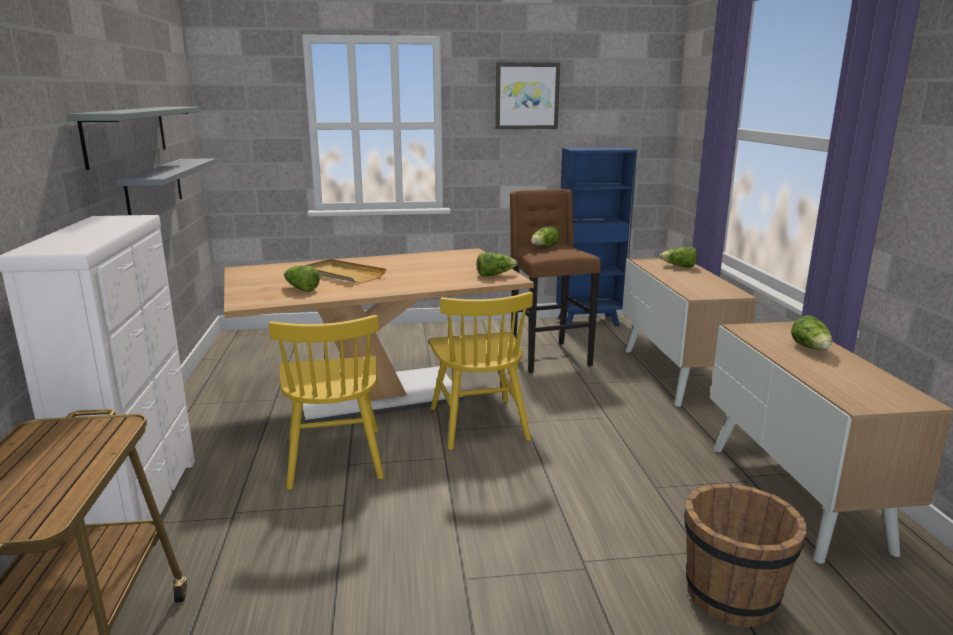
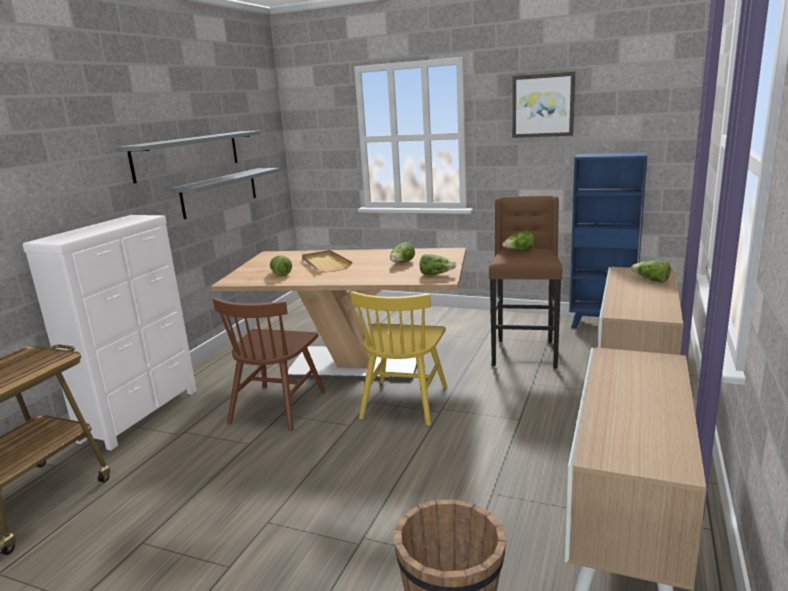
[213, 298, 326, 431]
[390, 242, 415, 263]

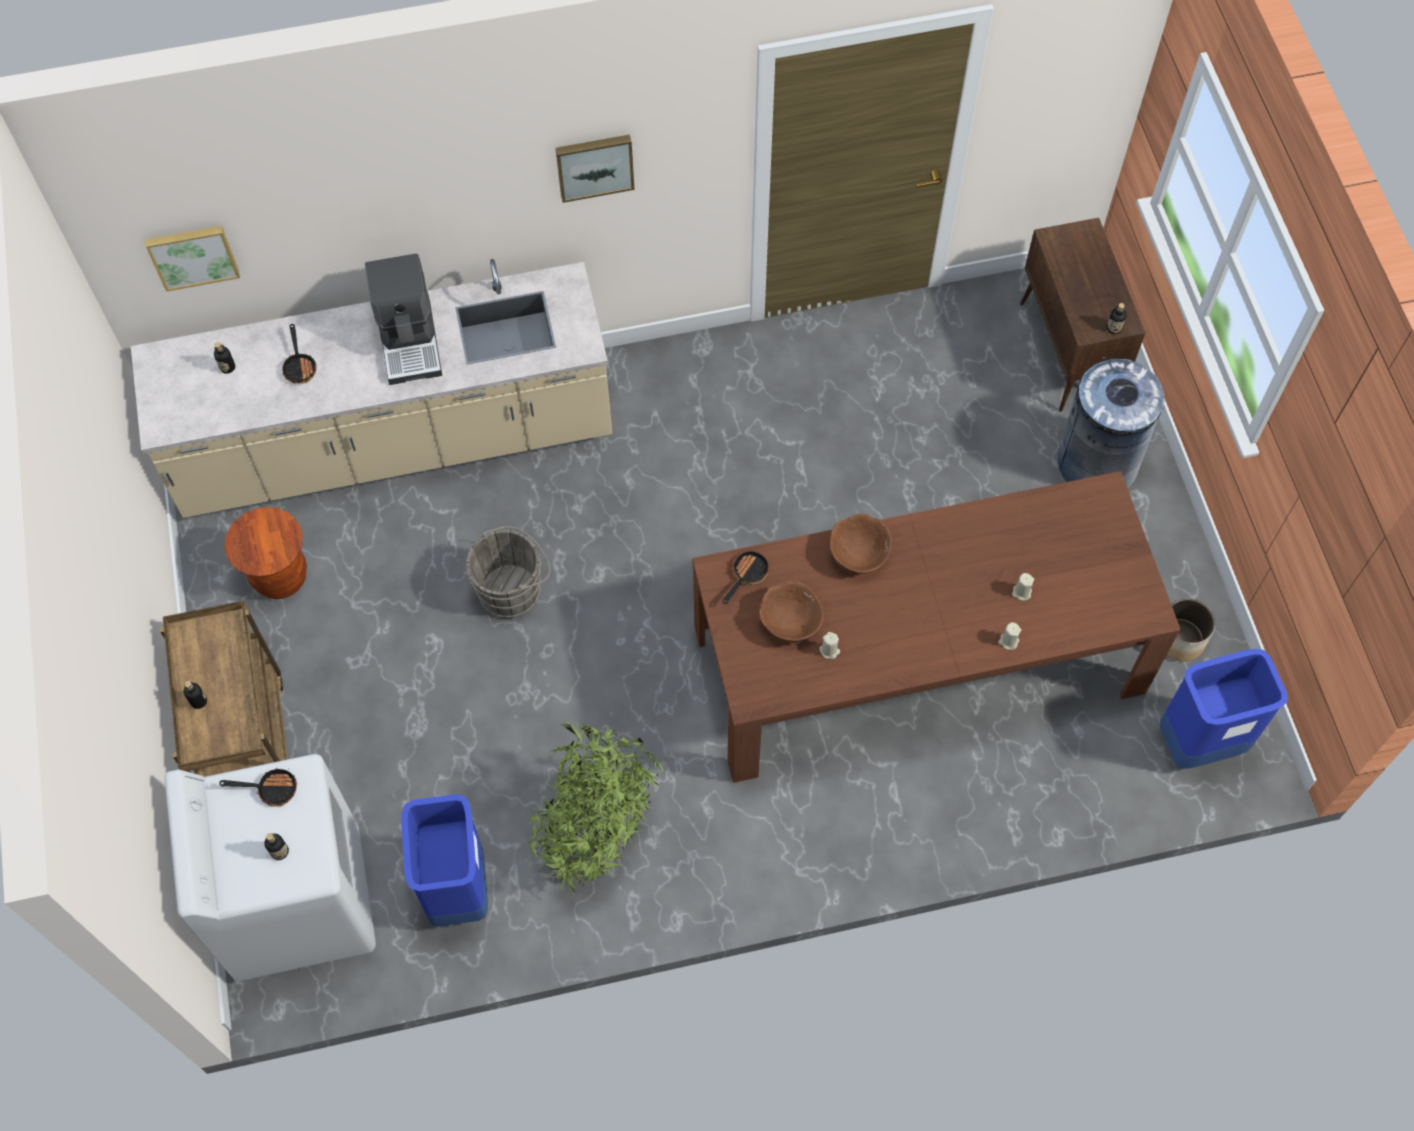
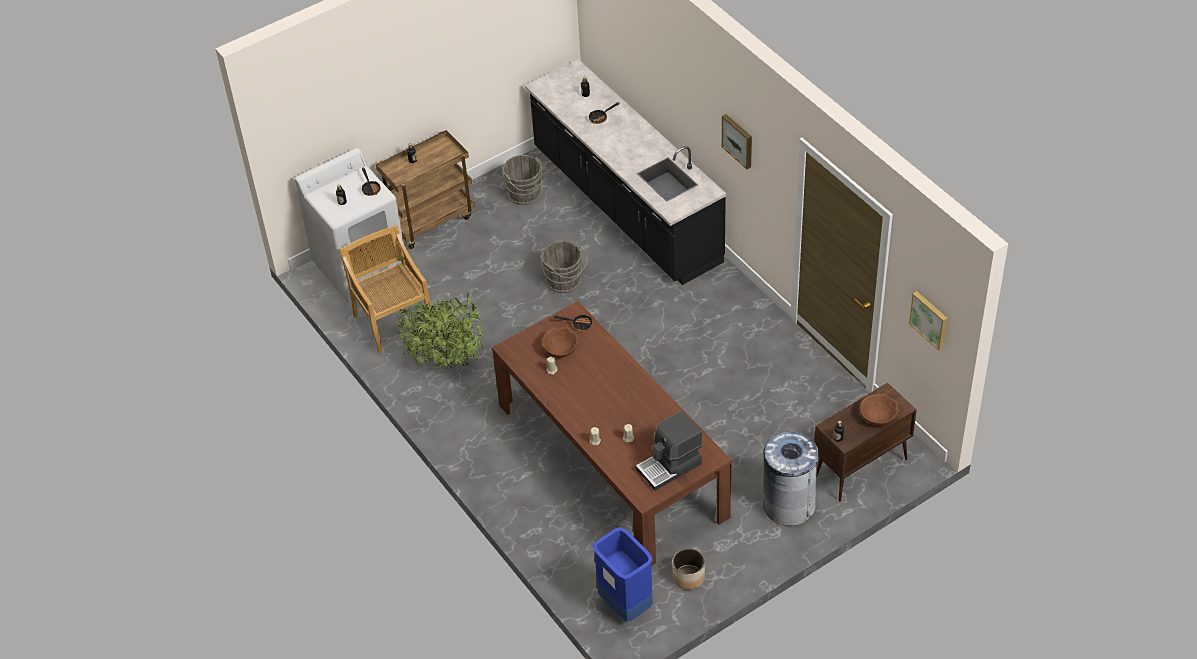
[909, 291, 948, 351]
[636, 411, 702, 491]
[525, 60, 726, 285]
[503, 155, 547, 205]
[860, 394, 898, 426]
[339, 225, 431, 354]

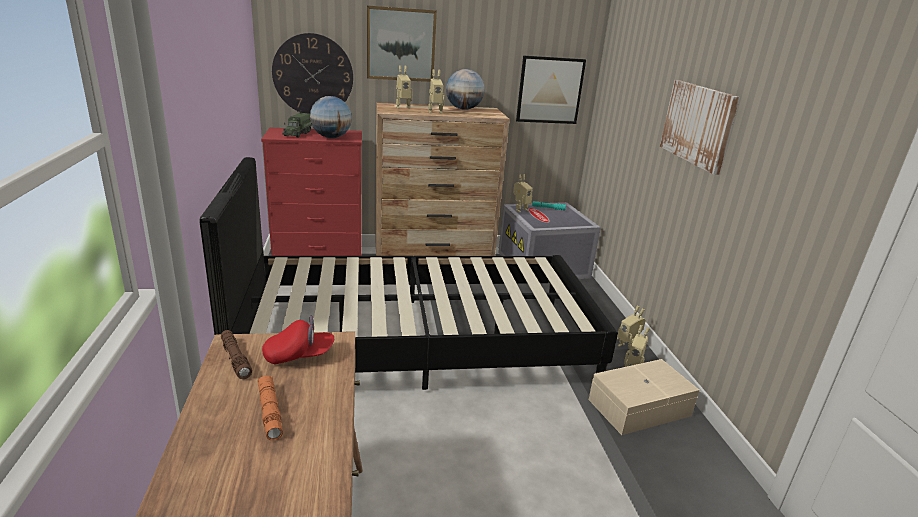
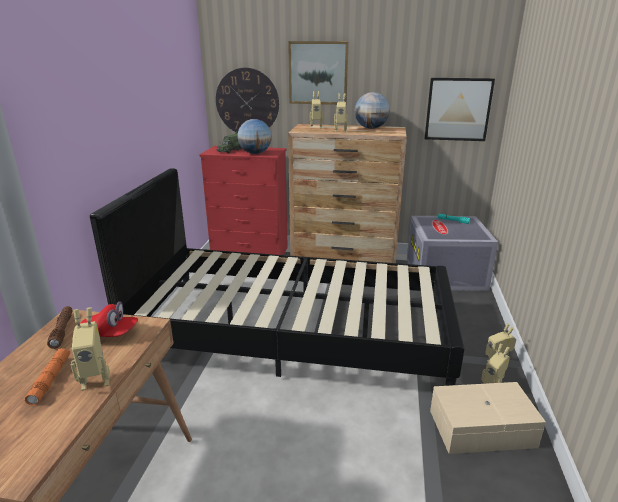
[660, 80, 740, 175] (first image)
[70, 308, 110, 391]

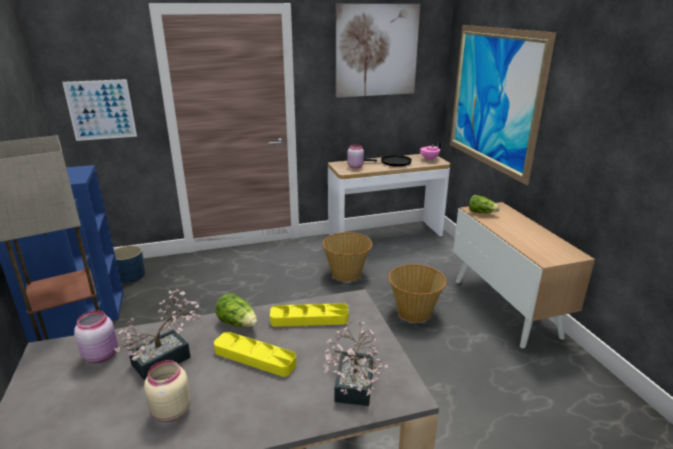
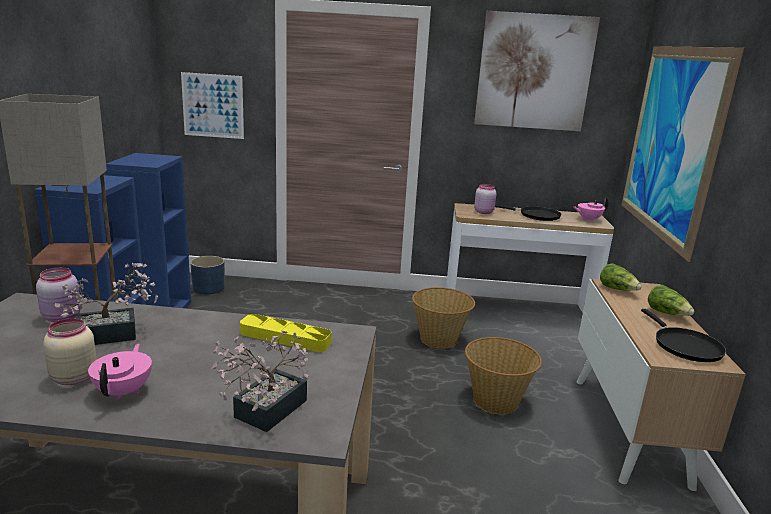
[648, 285, 695, 316]
[214, 332, 297, 377] (first image)
[641, 309, 726, 362]
[88, 344, 152, 400]

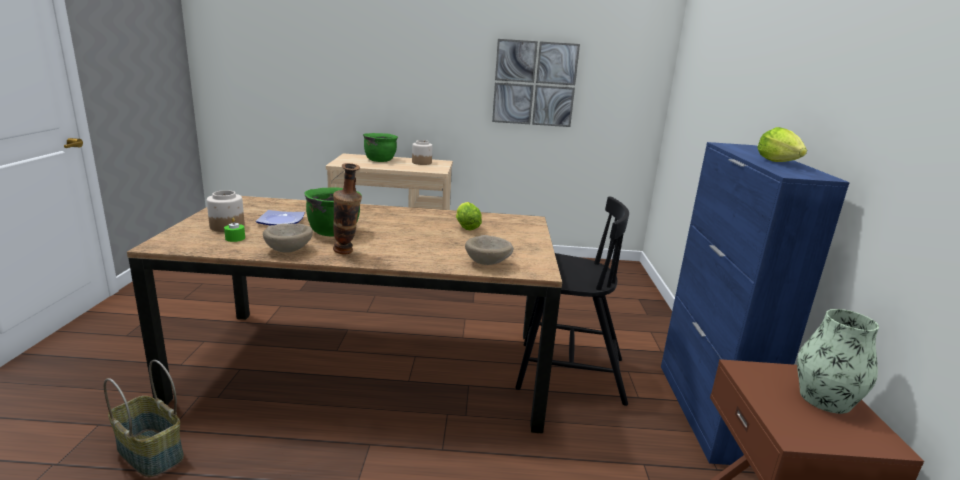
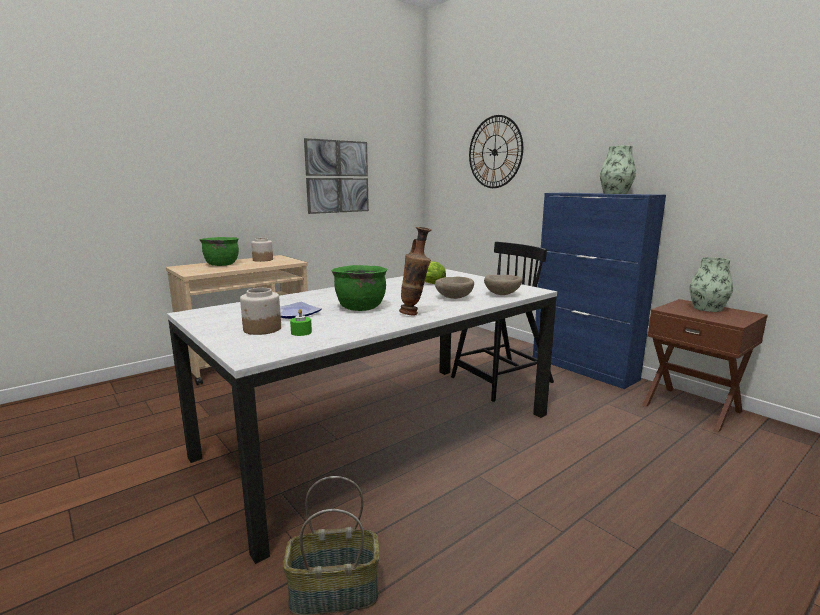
[600, 146, 636, 194]
[167, 269, 557, 564]
[435, 277, 474, 299]
[469, 115, 523, 188]

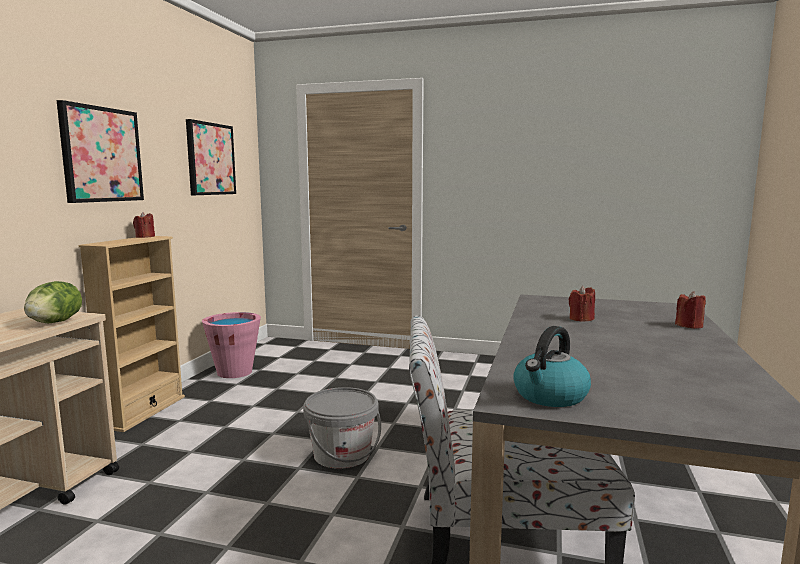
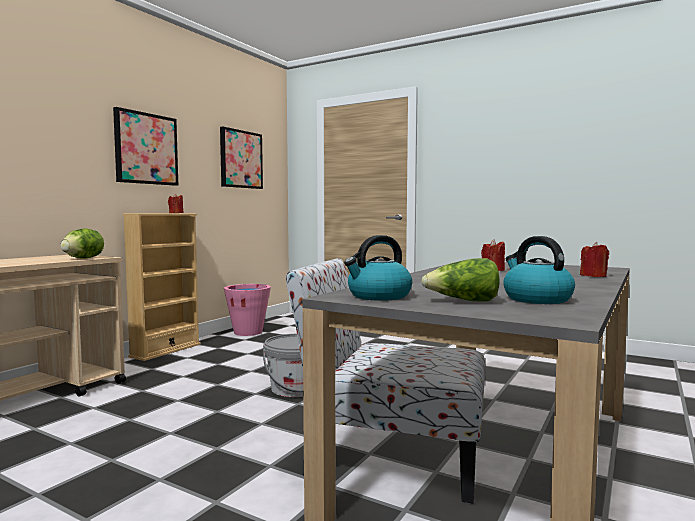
[503, 236, 575, 304]
[421, 258, 499, 302]

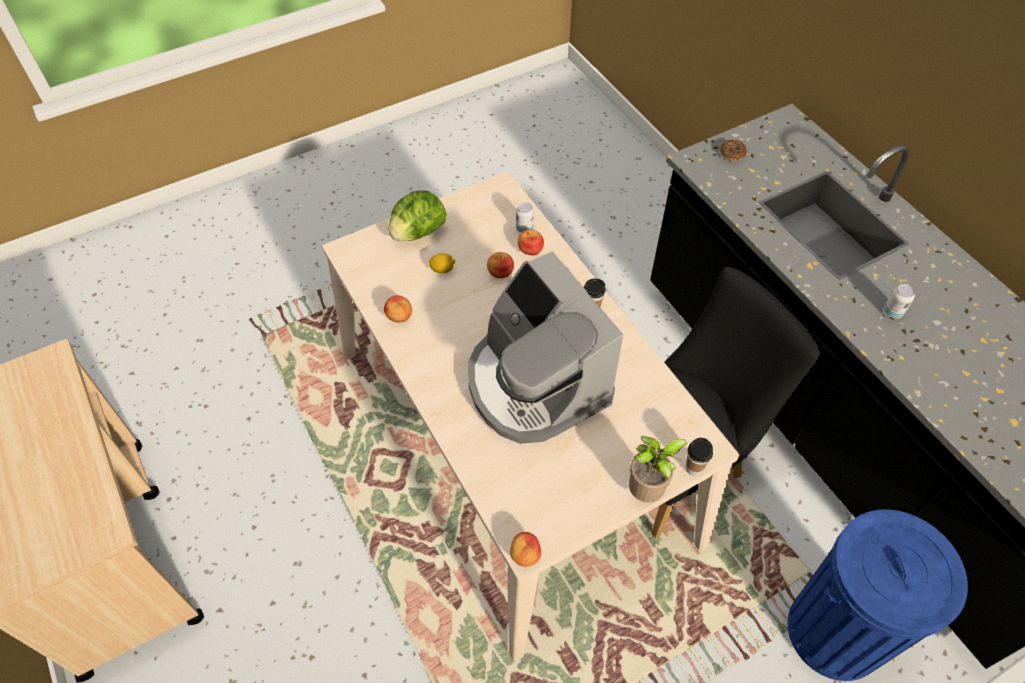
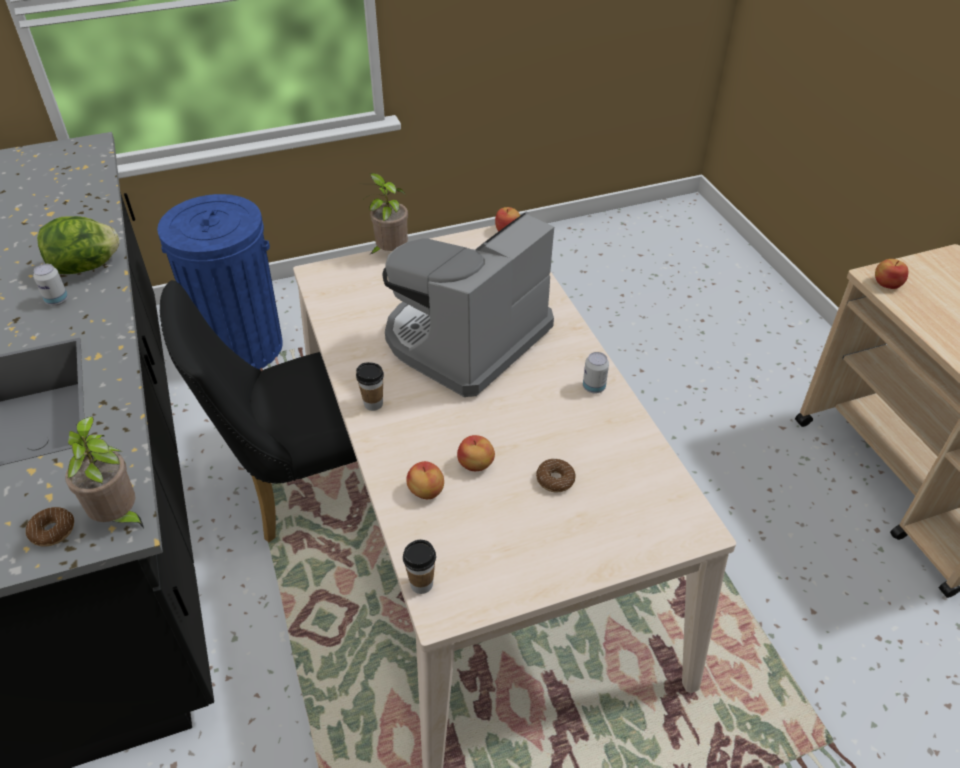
[37, 216, 120, 274]
[583, 352, 609, 393]
[382, 212, 554, 397]
[536, 459, 576, 492]
[875, 259, 908, 289]
[403, 540, 436, 594]
[65, 417, 144, 528]

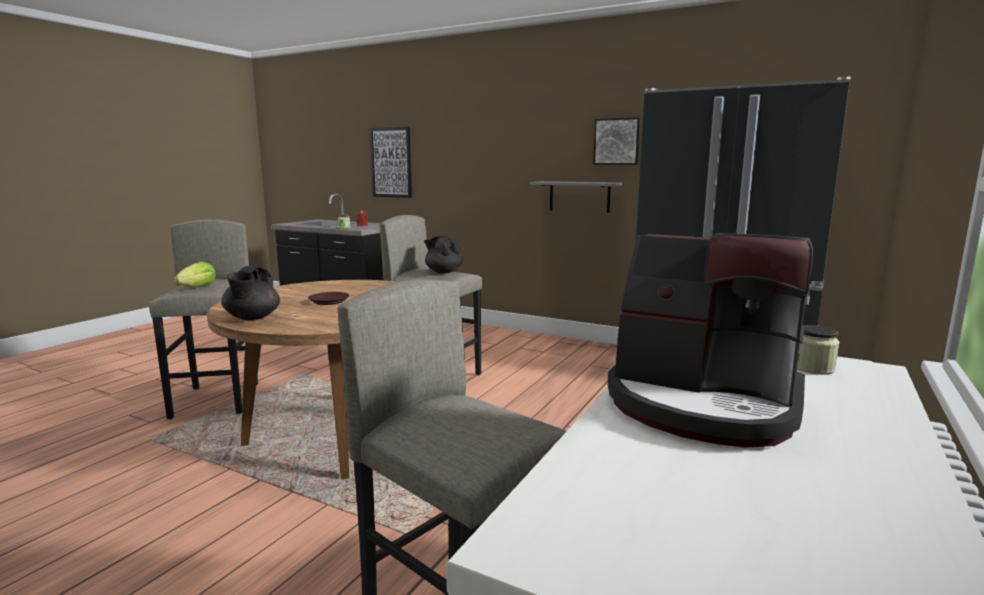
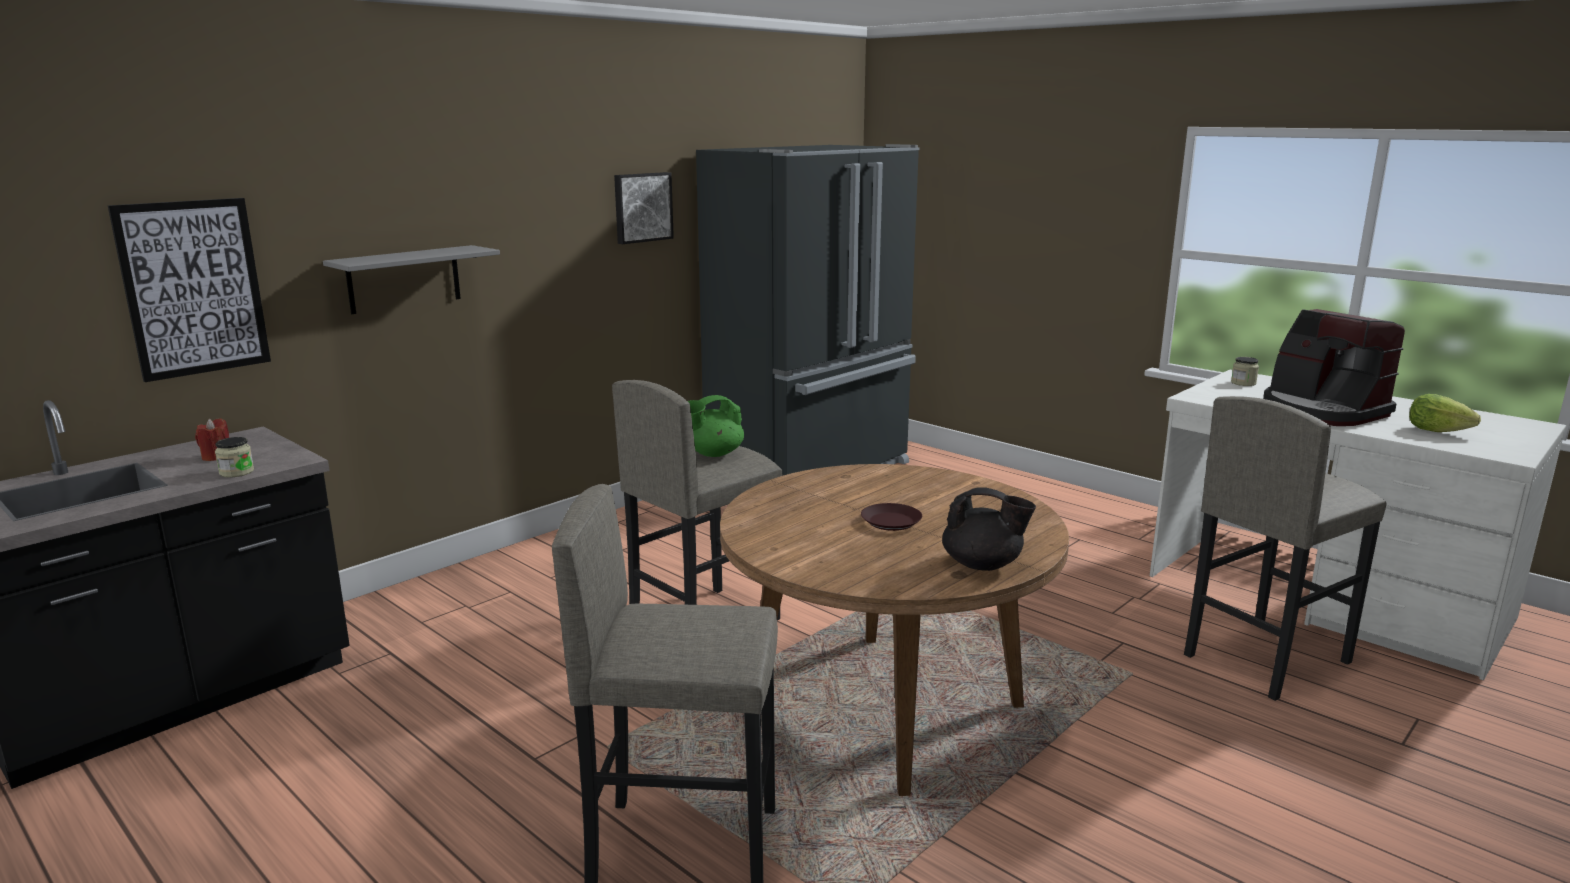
[323, 245, 500, 314]
[1263, 309, 1405, 426]
[688, 395, 744, 457]
[1409, 394, 1481, 432]

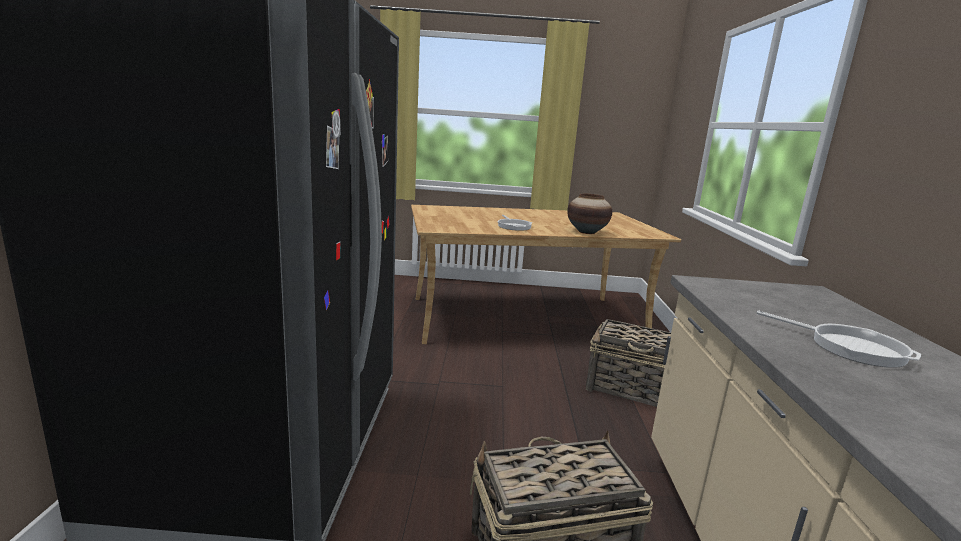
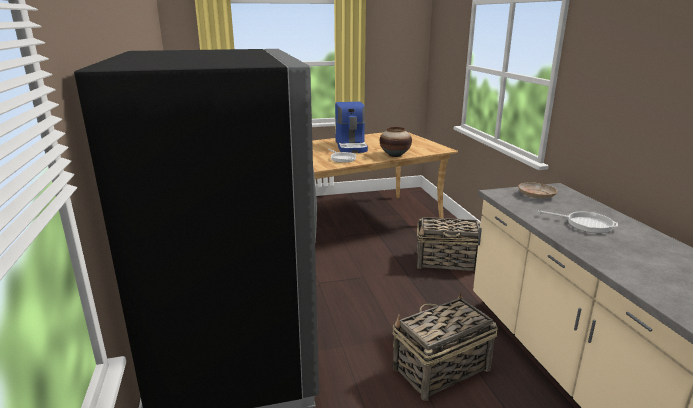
[335, 102, 368, 153]
[518, 182, 557, 198]

